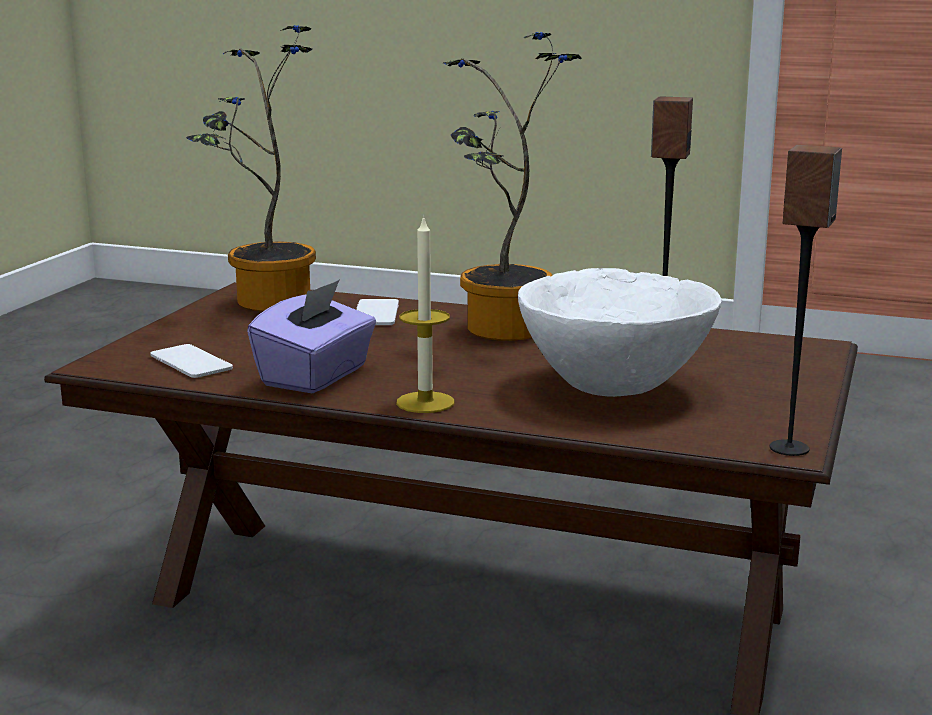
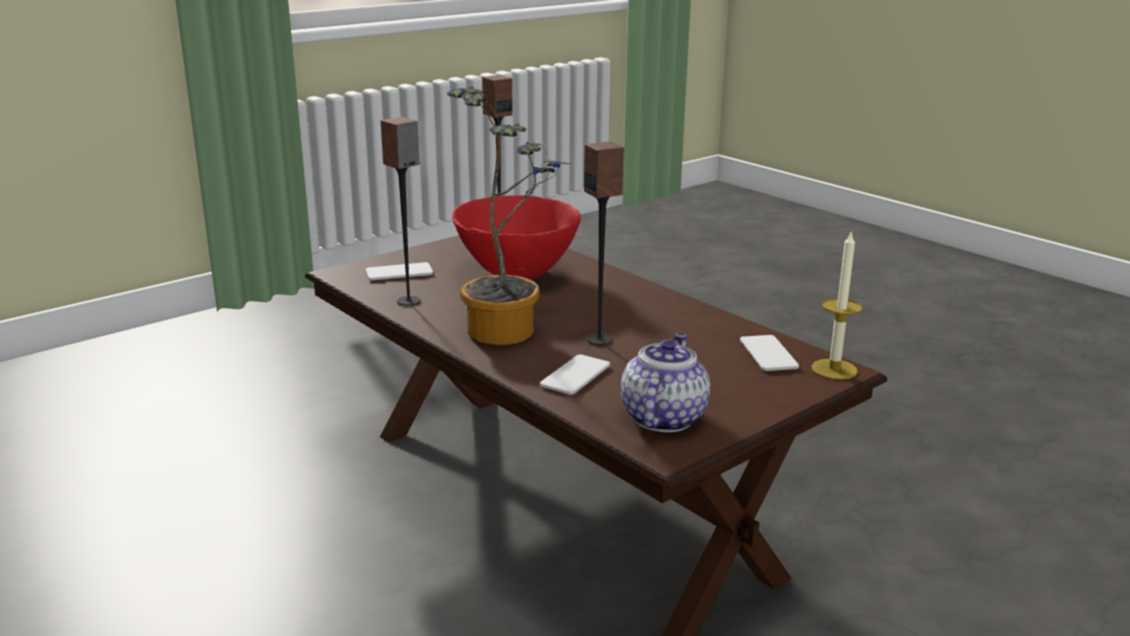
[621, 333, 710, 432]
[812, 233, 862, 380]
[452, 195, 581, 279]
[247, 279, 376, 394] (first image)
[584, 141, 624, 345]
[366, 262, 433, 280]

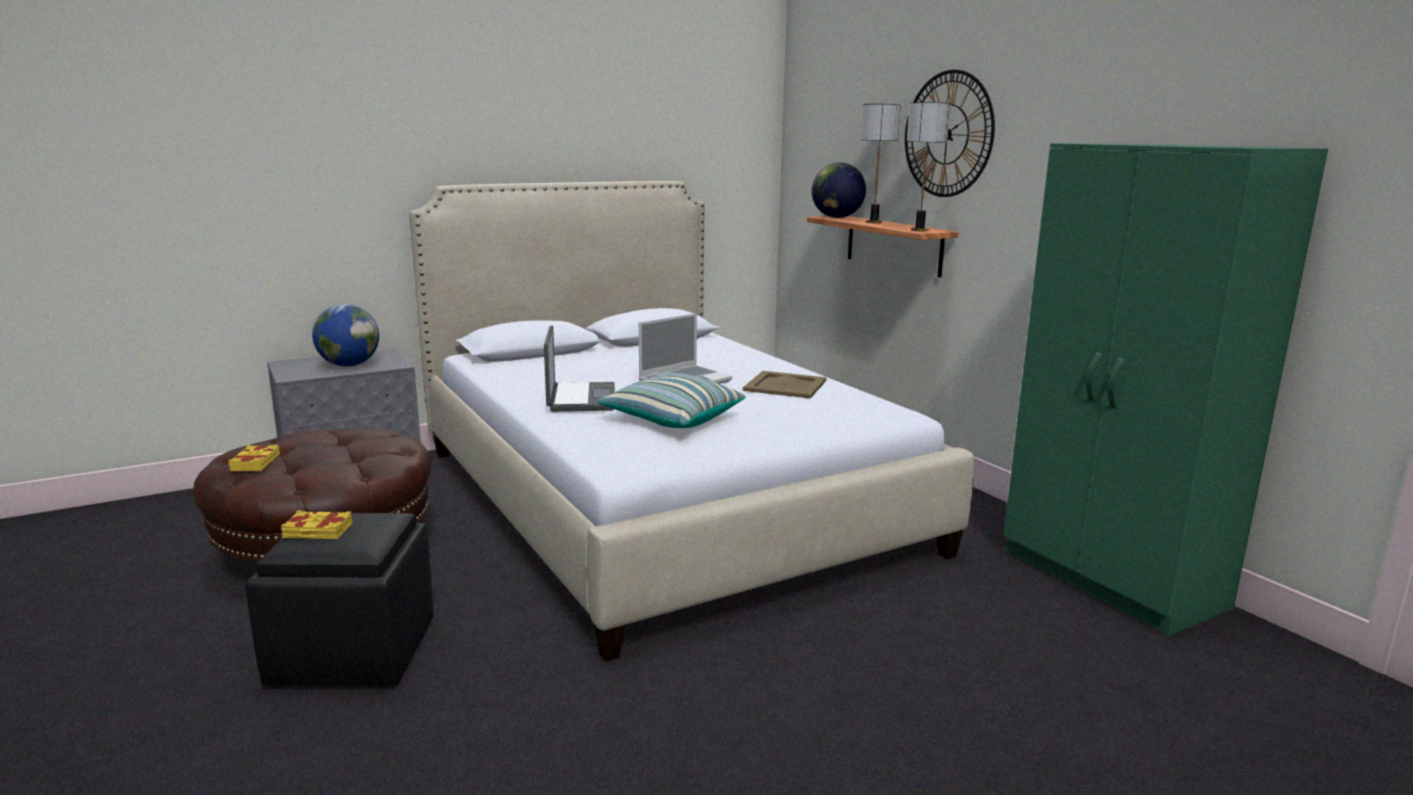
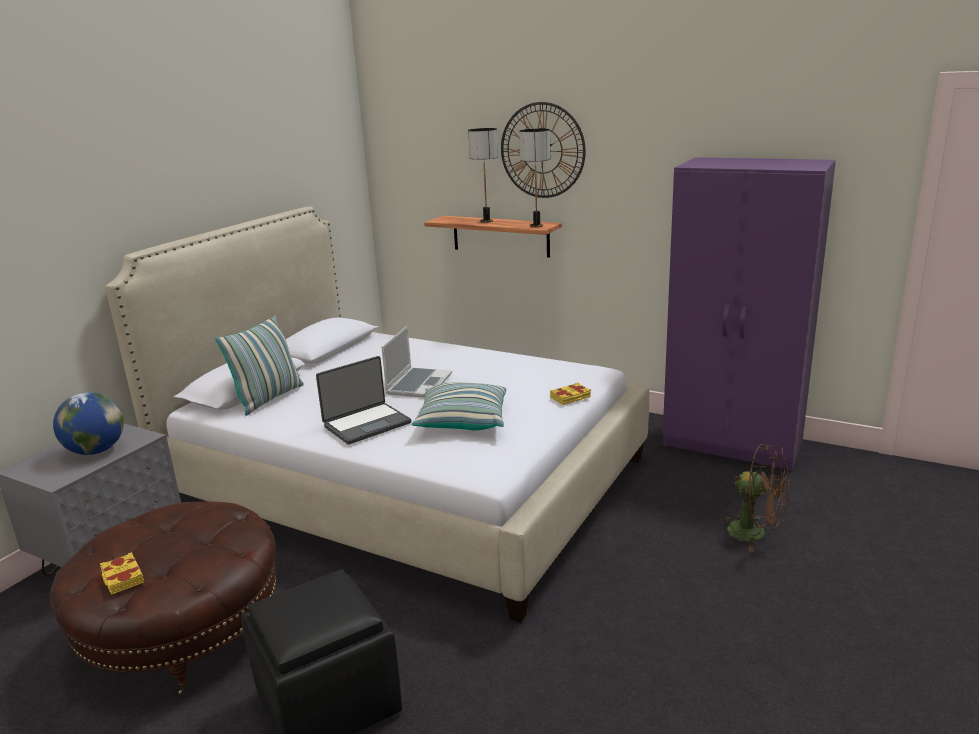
[663, 157, 836, 471]
[812, 162, 866, 218] (first image)
[316, 356, 411, 445]
[743, 371, 827, 399] (first image)
[550, 382, 591, 405]
[215, 315, 304, 416]
[720, 444, 790, 552]

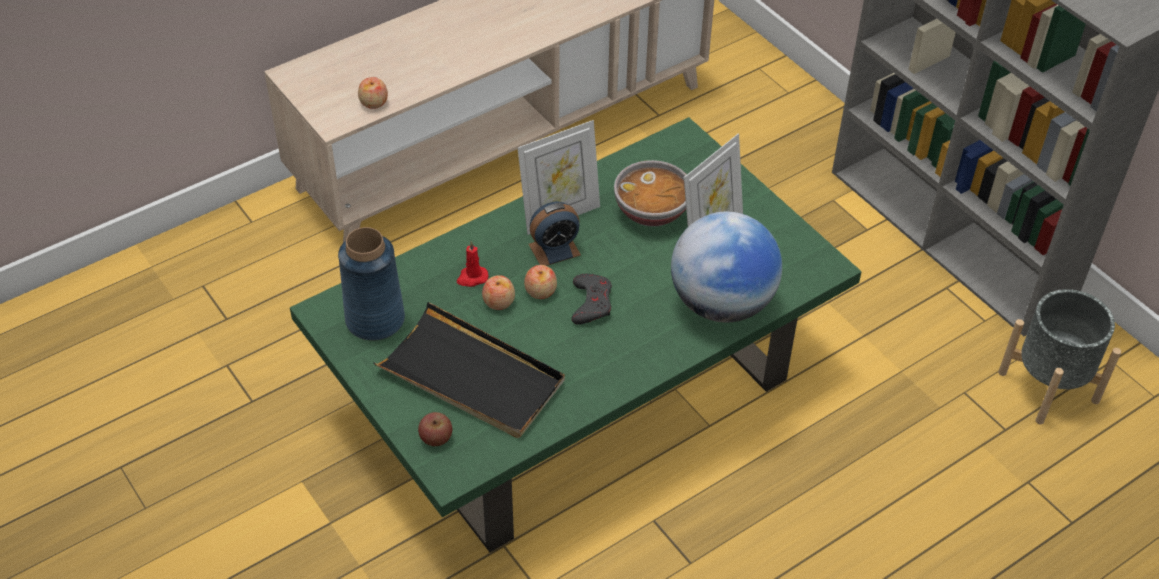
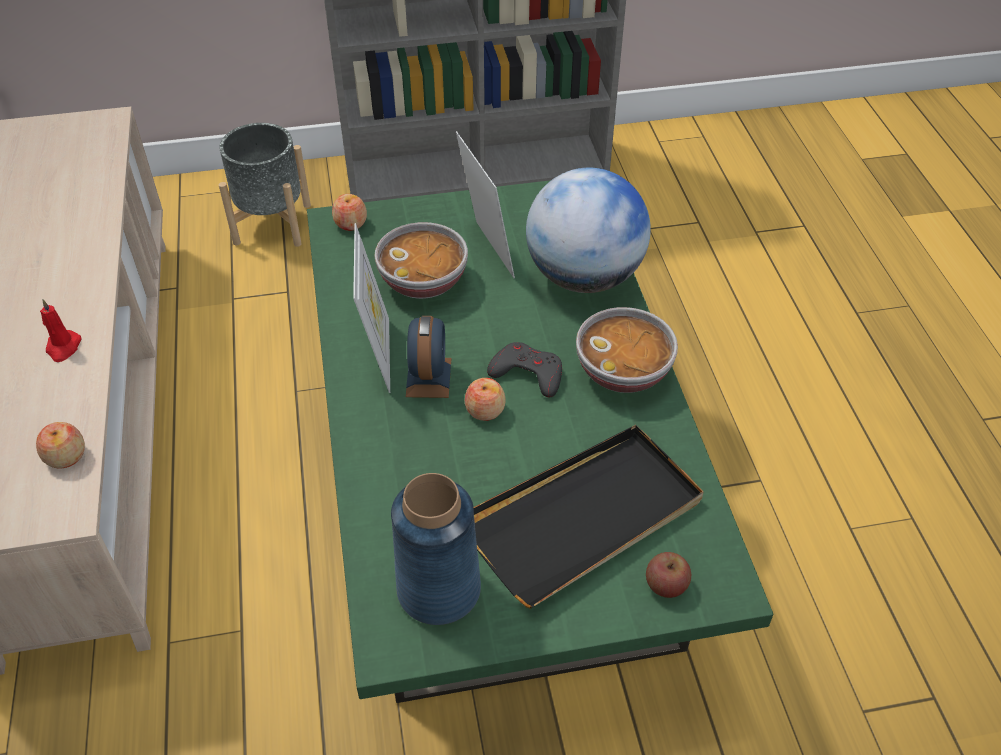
[40, 299, 82, 362]
[332, 194, 367, 231]
[219, 123, 311, 247]
[576, 307, 678, 393]

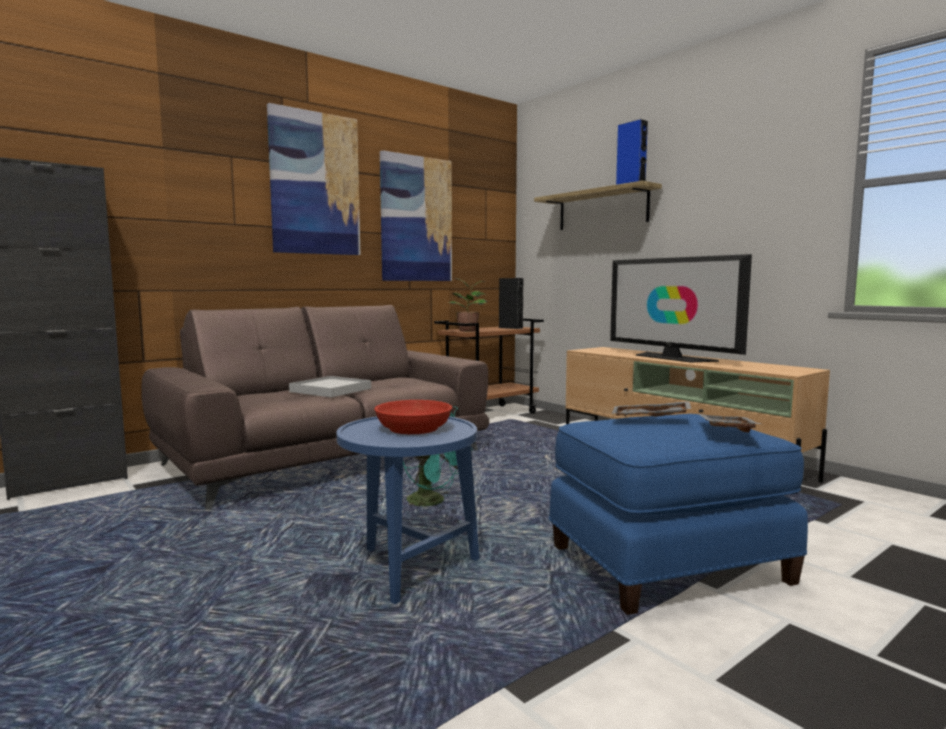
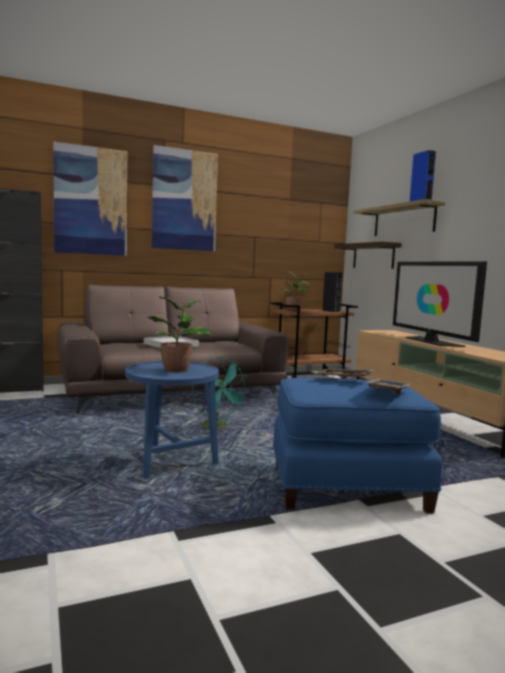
[53, 142, 127, 256]
[148, 296, 212, 372]
[334, 241, 402, 269]

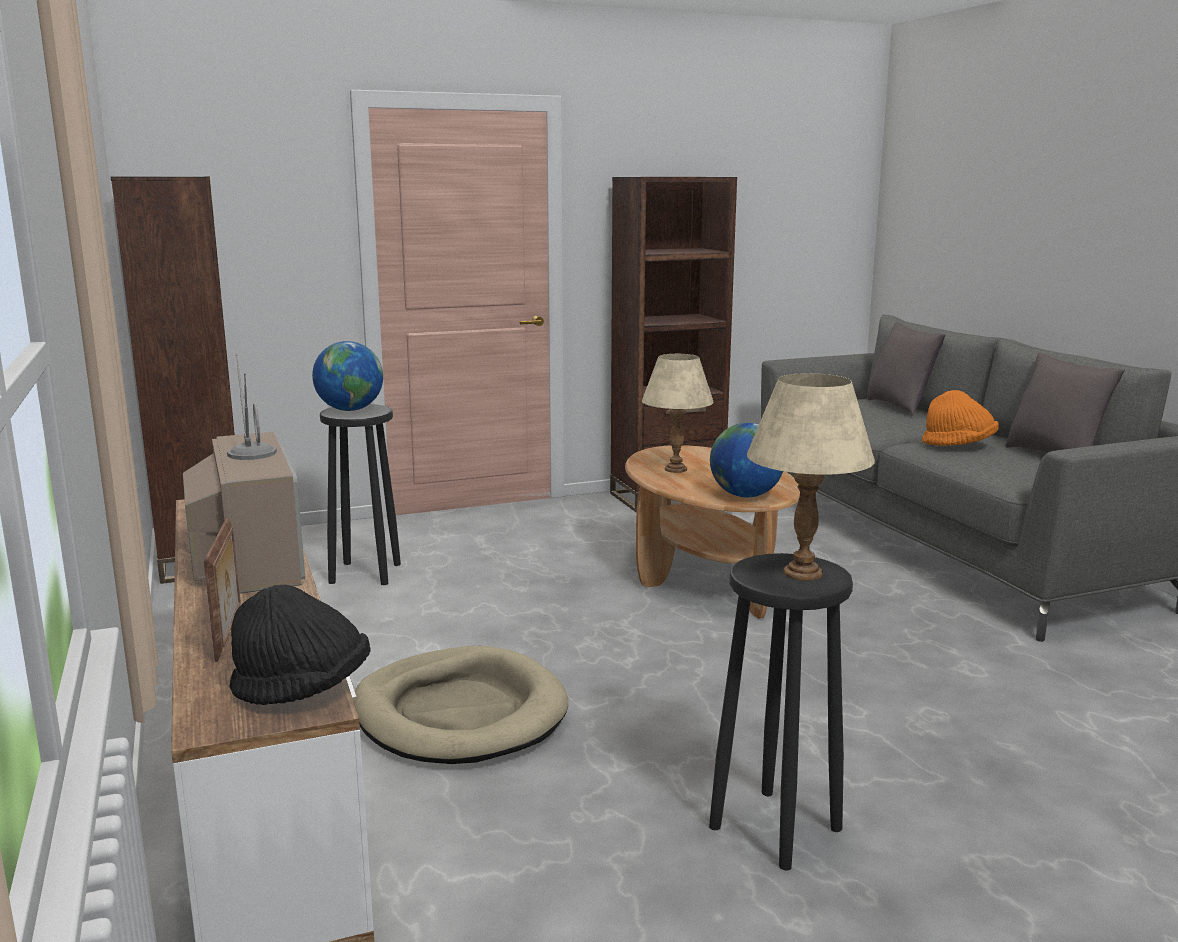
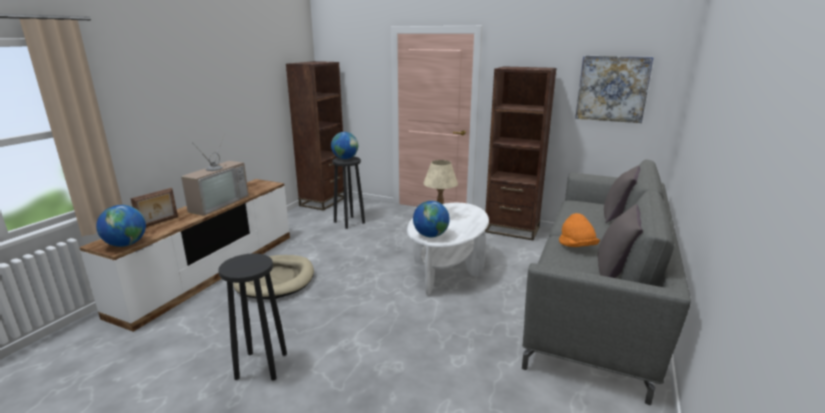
[747, 373, 875, 581] (first image)
[407, 203, 489, 295]
[96, 205, 146, 247]
[575, 56, 654, 123]

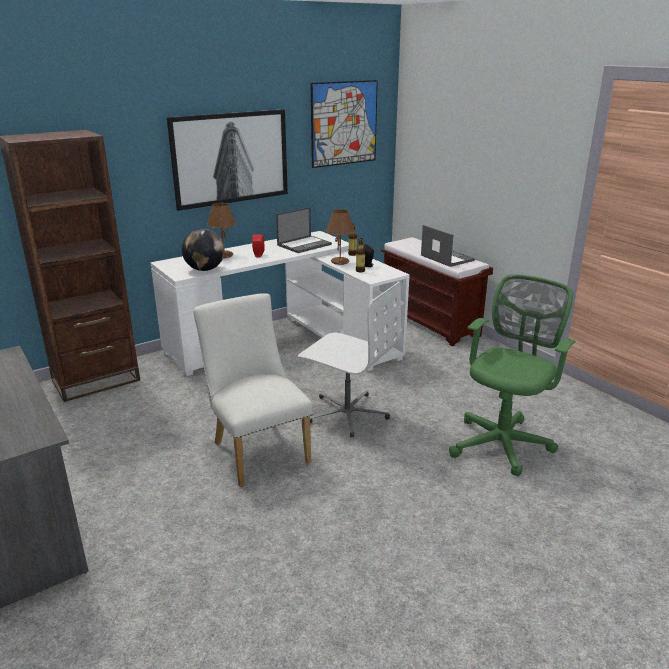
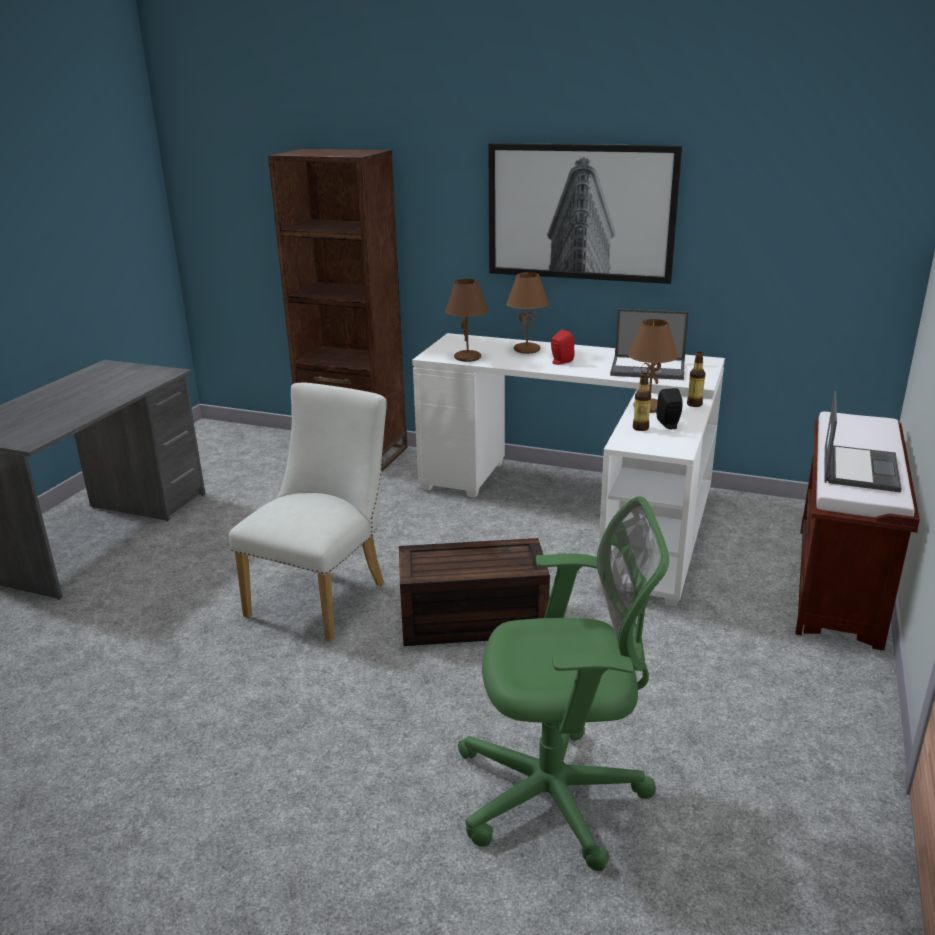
[311, 80, 378, 168] (first image)
[445, 279, 489, 362]
[399, 538, 550, 646]

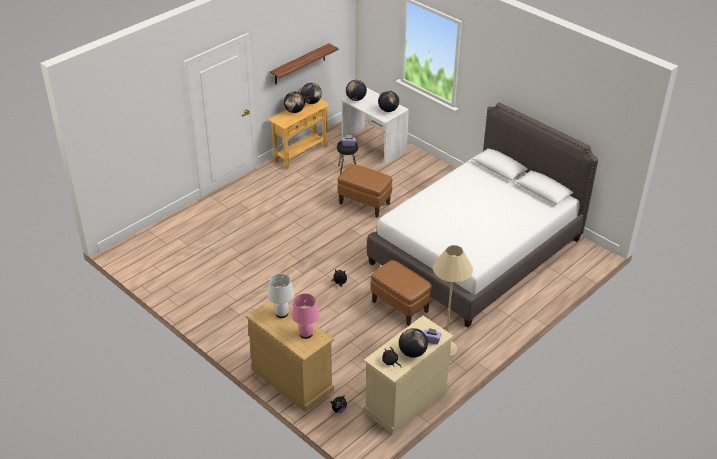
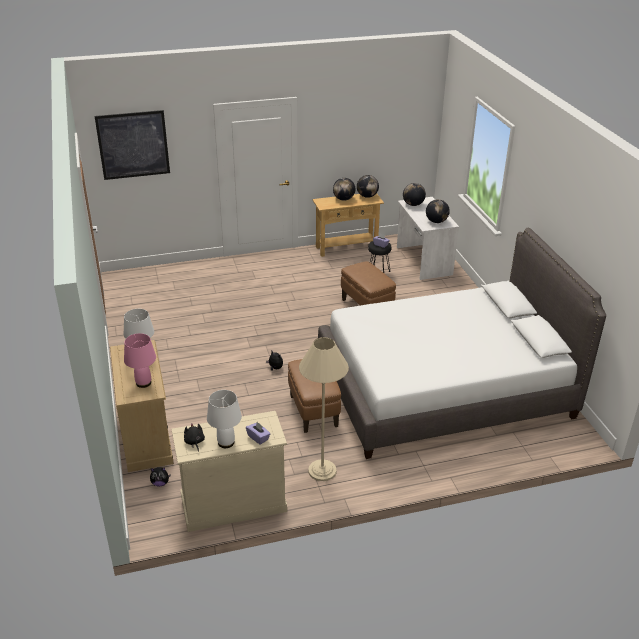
[270, 43, 339, 84] (first image)
[207, 390, 242, 448]
[95, 110, 170, 180]

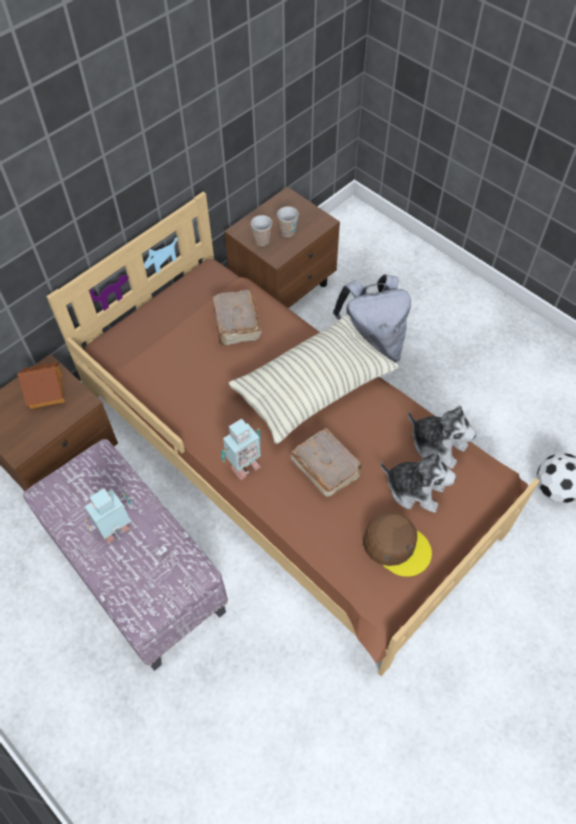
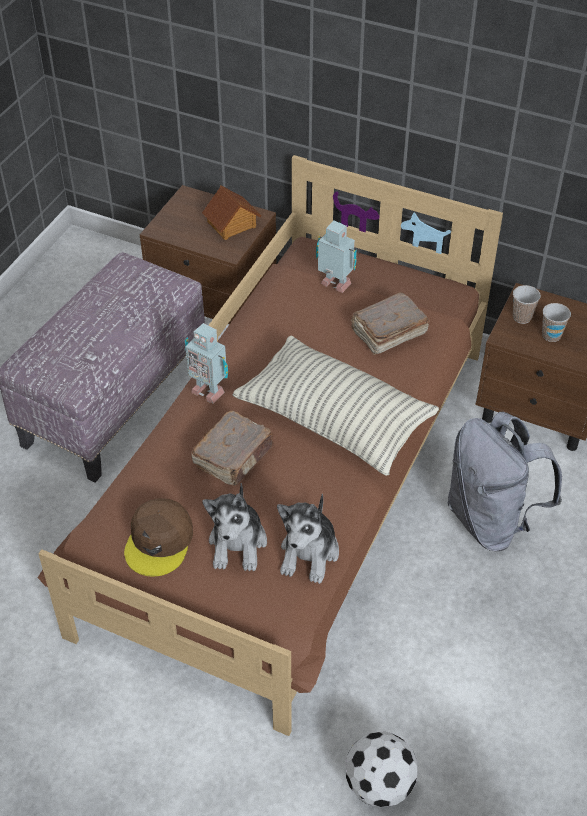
[316, 221, 357, 293]

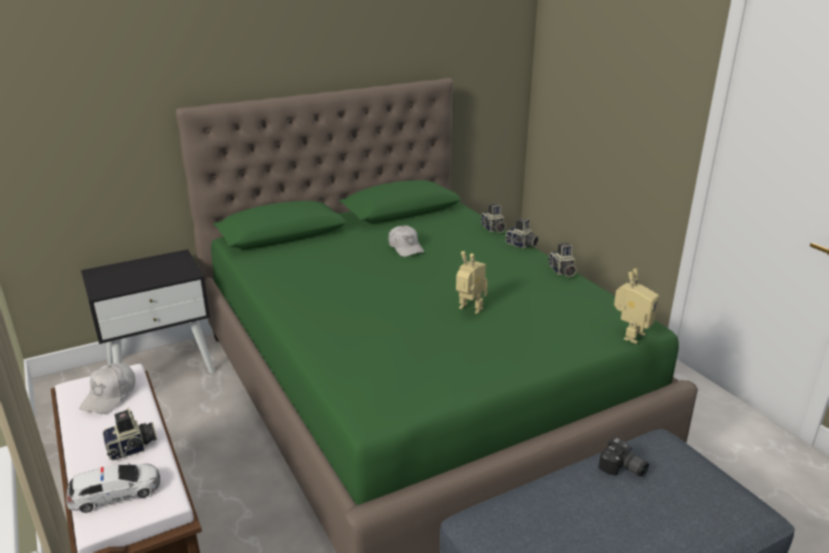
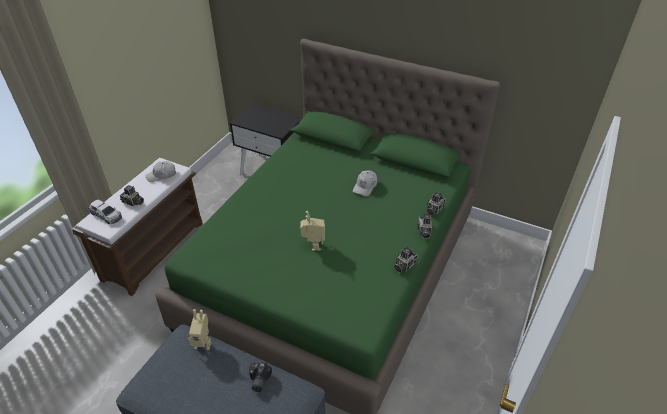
[189, 309, 212, 350]

